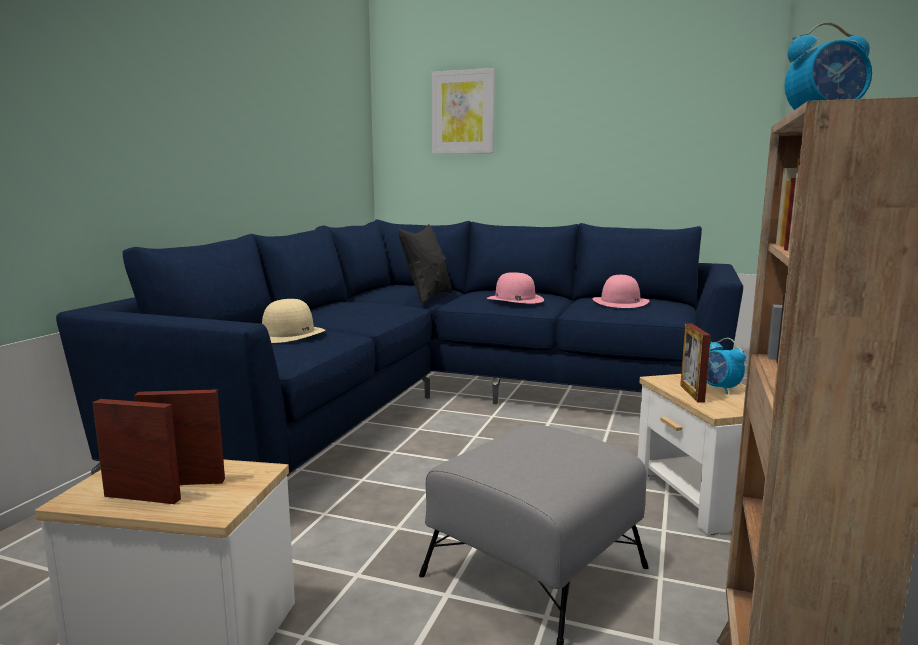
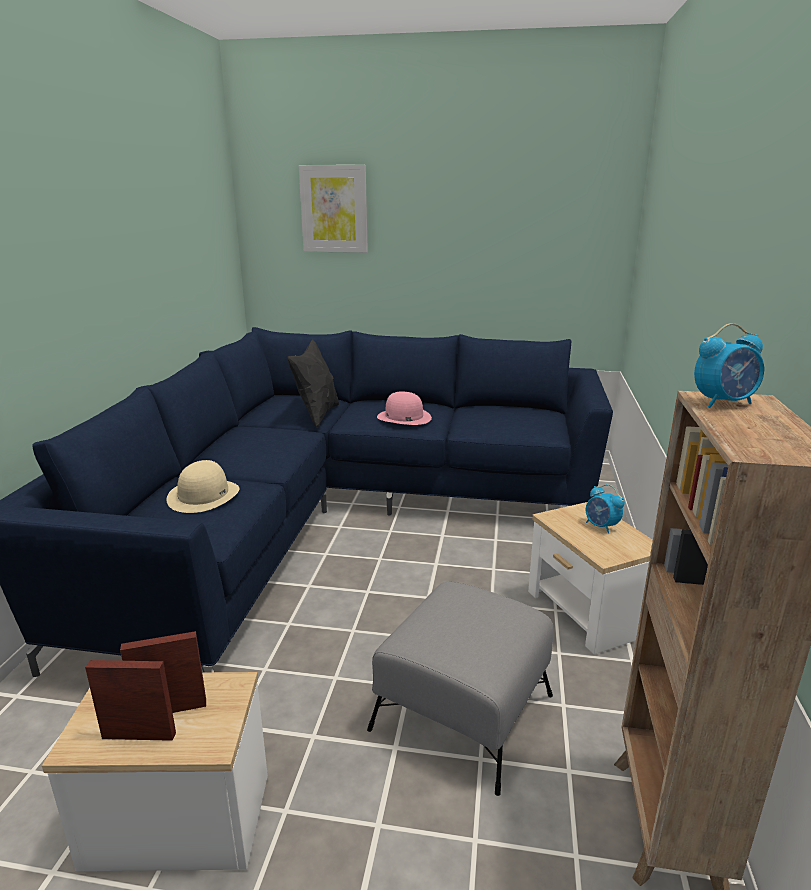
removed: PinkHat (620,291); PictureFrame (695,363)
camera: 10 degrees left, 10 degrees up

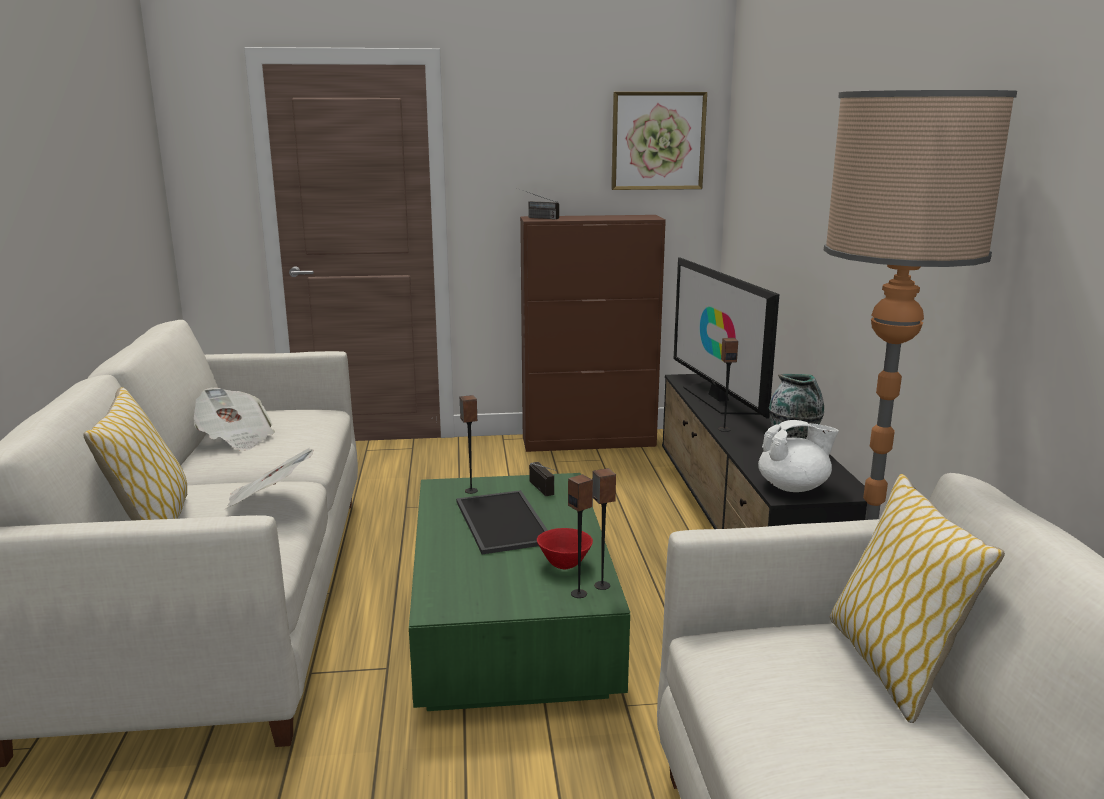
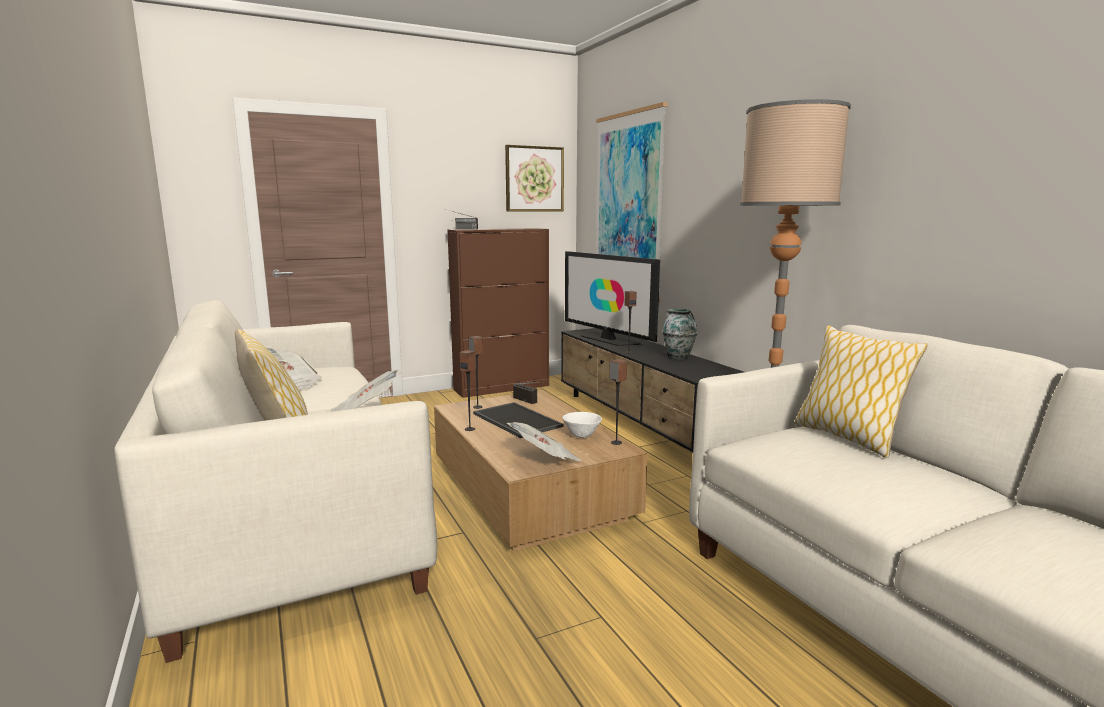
removed: WhiteTeapot (798,456)
added: Newspaper (544,441); Picture (632,202)
moved: Speaker (580,536) to (468,390)
recoloured: GreenCoffeeTable (519,592) to BrownCoffeeTable (540,470); RedBowl (565,548) to WhiteBowl (582,425)
camera: 20 degrees left, 5 degrees down

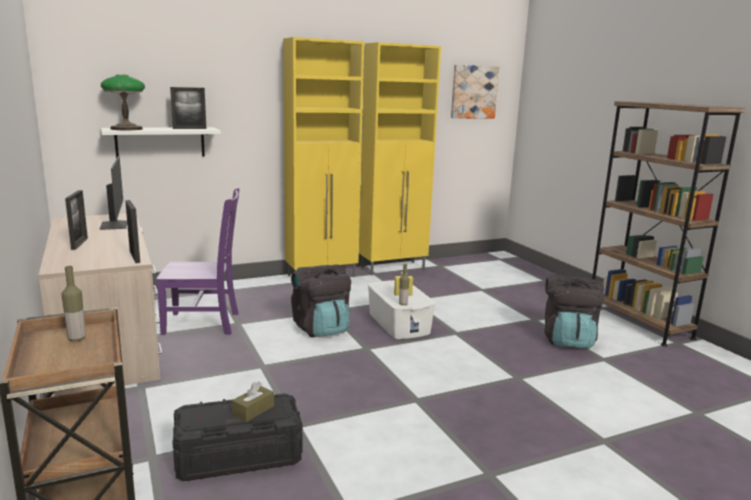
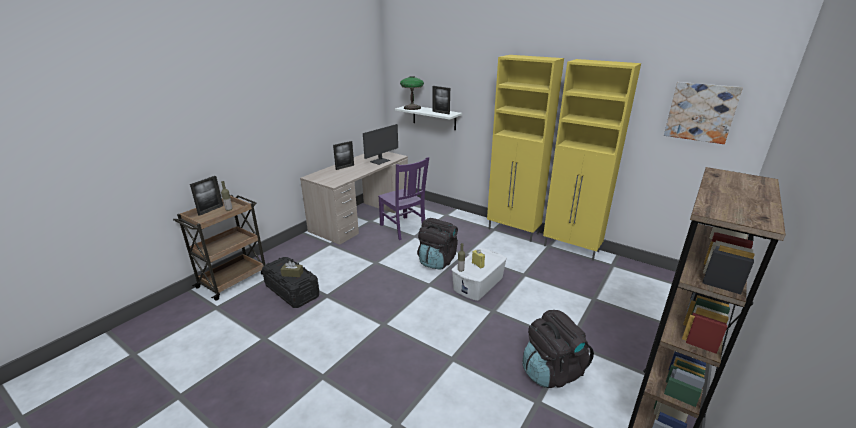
moved: PictureFrame (132,231) to (206,196)
camera: 60 degrees right, 10 degrees up

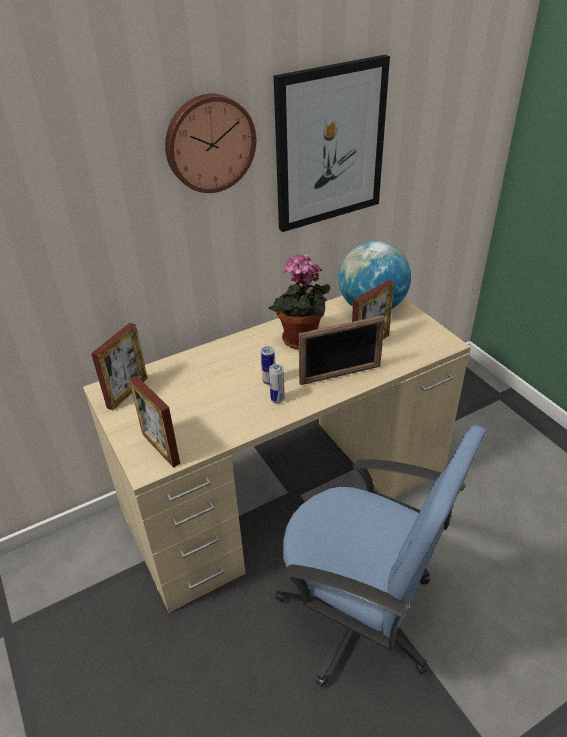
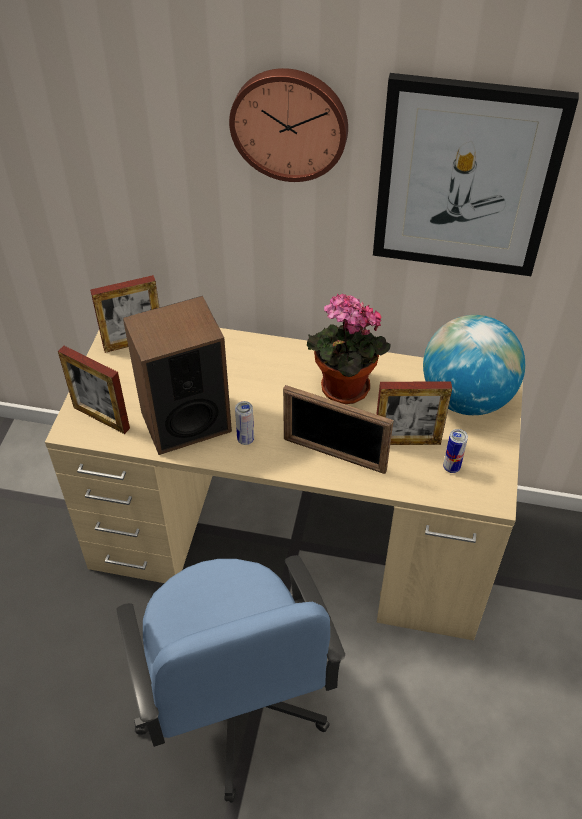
added: Speaker (177,375)
moved: Can (268,365) to (455,451)
turned: PictureFrame (154,421) = (94,390) 60 degrees counterclockwise
camera: 40 degrees right, 10 degrees up

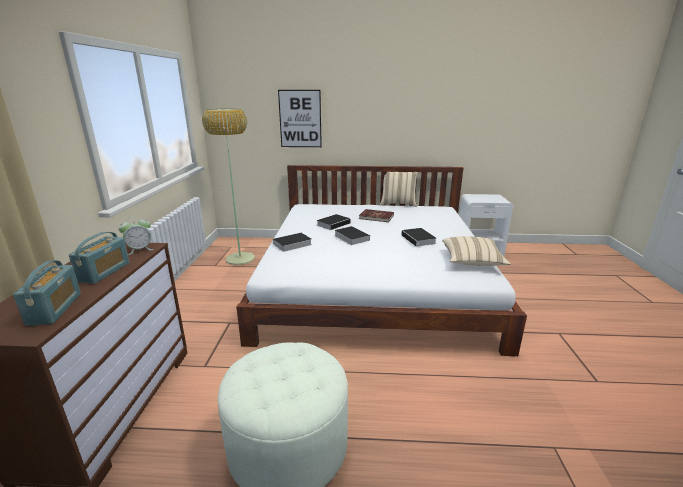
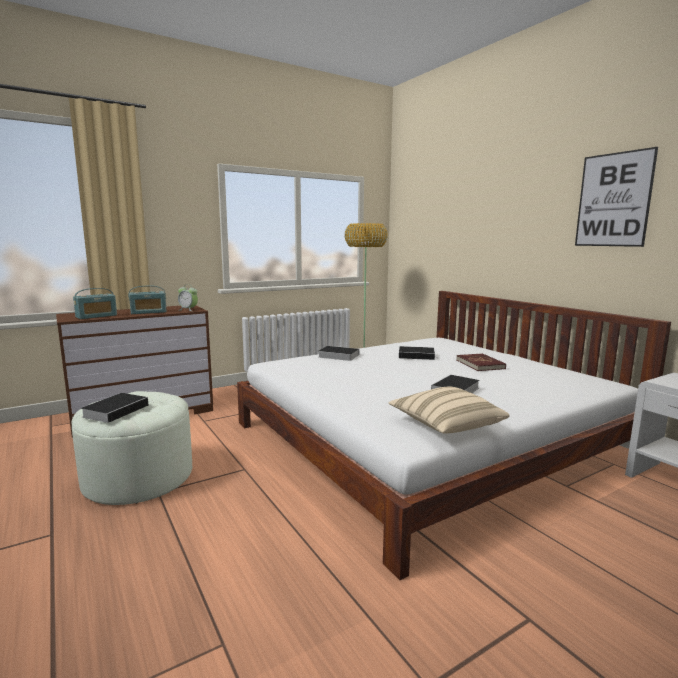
removed: BeigePillow (399,189)
moved: Picture (300,118) to (616,197); Book (352,235) to (114,408)
camera: 55 degrees right, 10 degrees down

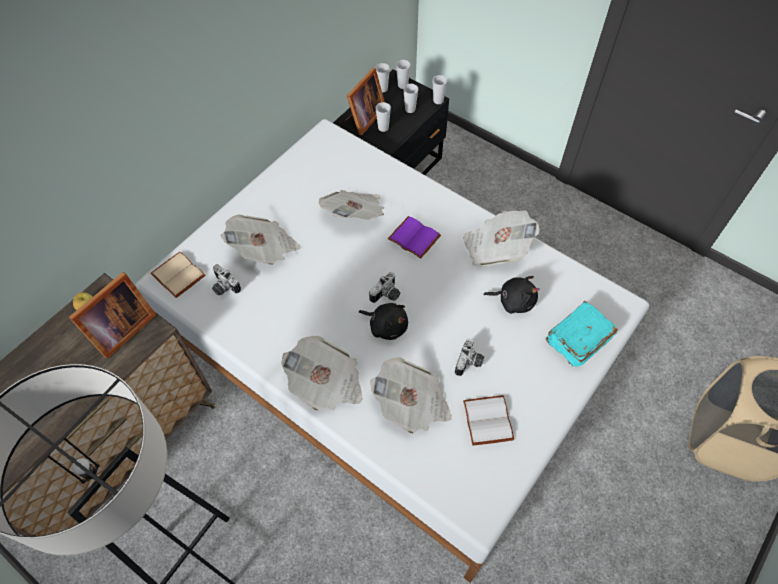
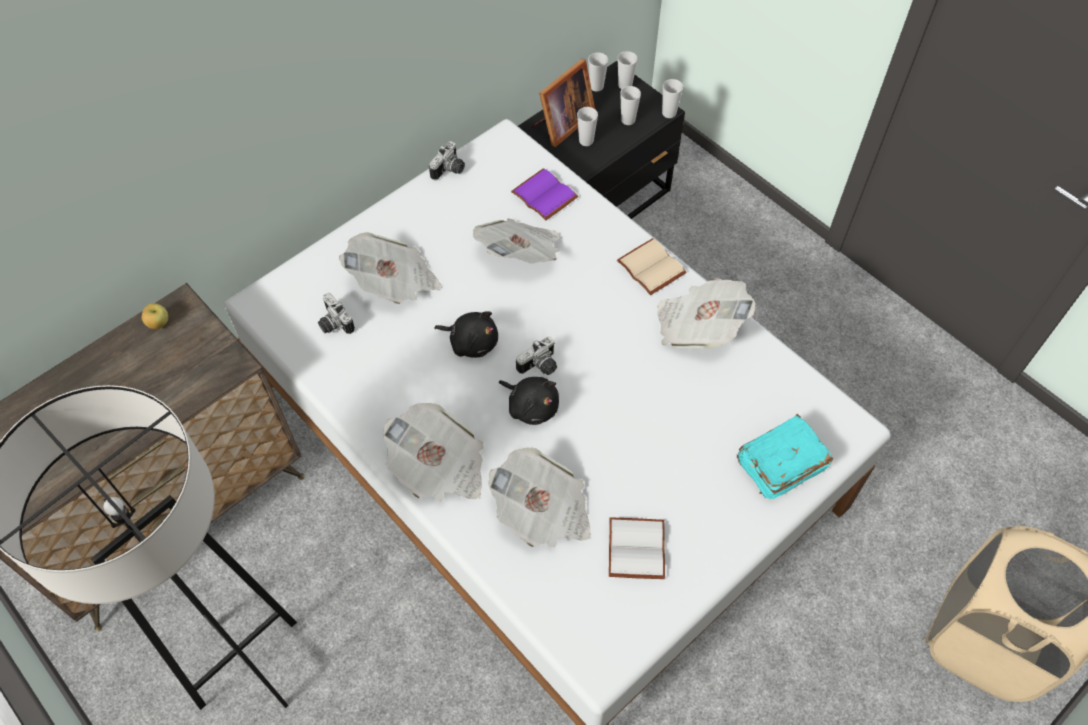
removed: PictureFrame (112,315)
moved: BeigeBook (177,275) to (652,266); PurpleBook (414,237) to (544,194); PhotoCamera (469,357) to (447,160); BlackPlushToy (511,295) to (466,335)
camera: 10 degrees right, 0 degrees up

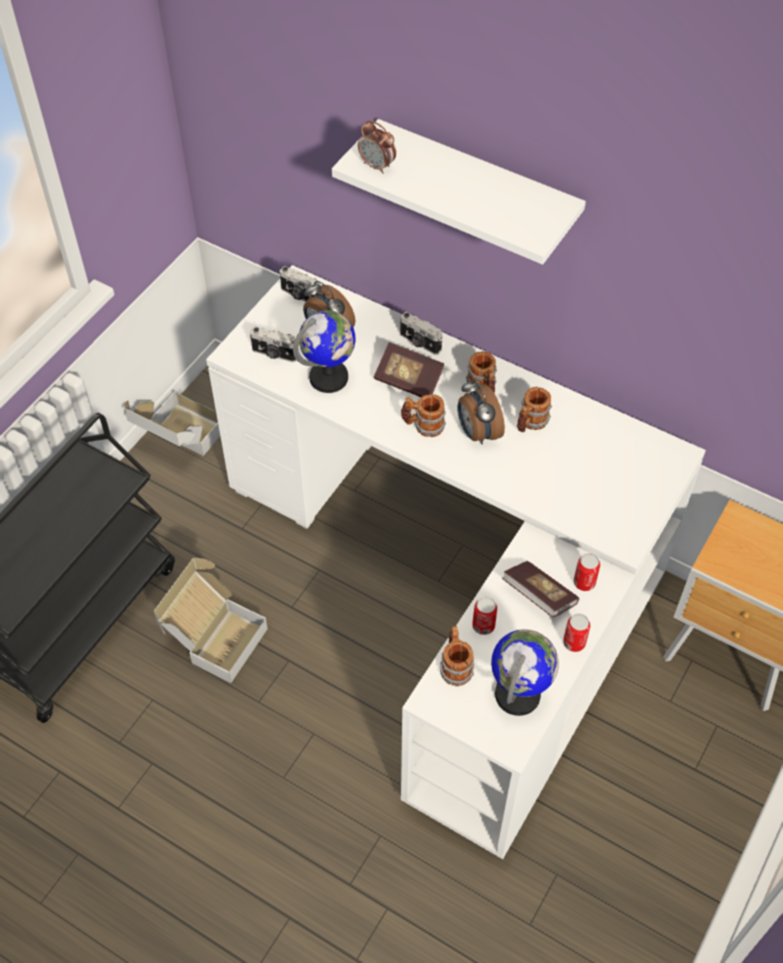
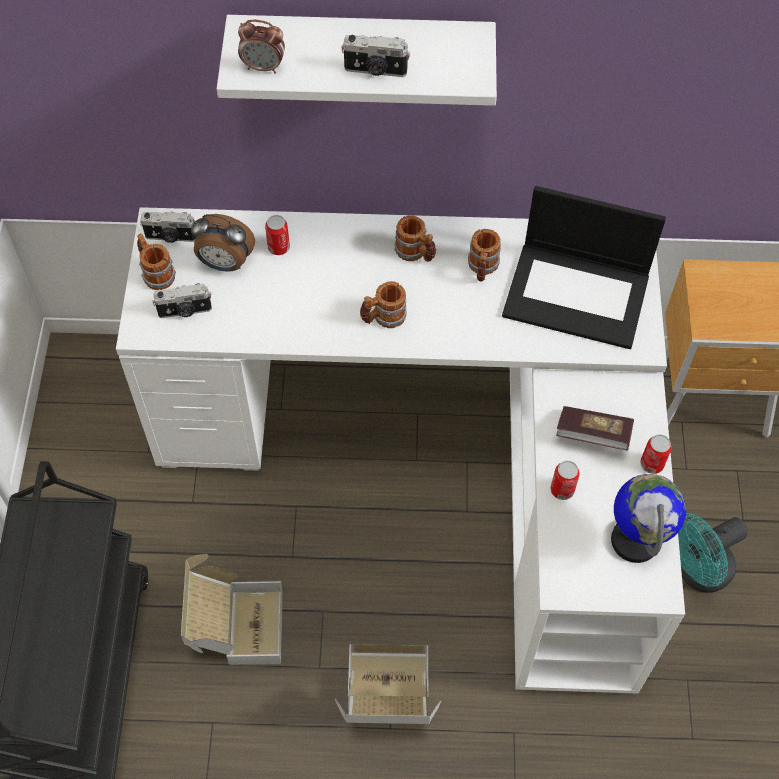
removed: Globe (324,351); Book (409,369); AlarmClock (481,412)
added: Laptop (584,267); TurquoiseFan (713,553)
moved: CardboardBox (172,423) to (388,684); PhotoCamera (421,333) to (375,56); Mug (457,656) to (156,262); Can (587,572) to (277,235)
camera: 30 degrees left, 5 degrees up

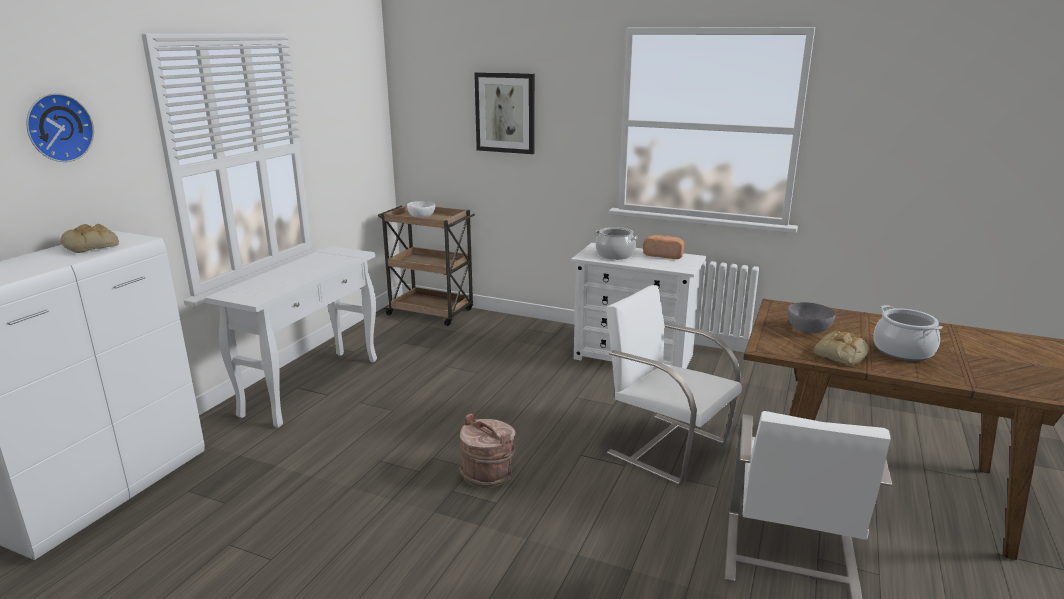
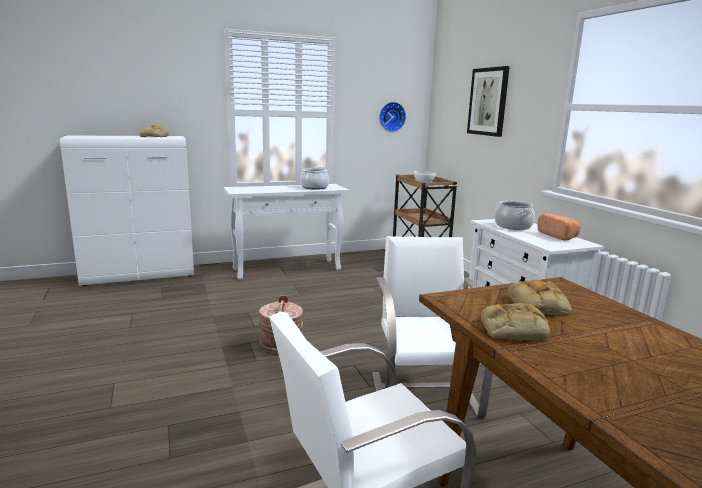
moved: WallClock (60,127) to (392,117); CookingPot (908,333) to (314,178)
replaced: GreyBowl (811,317) to Bread (539,296)
camera: 45 degrees right, 5 degrees down

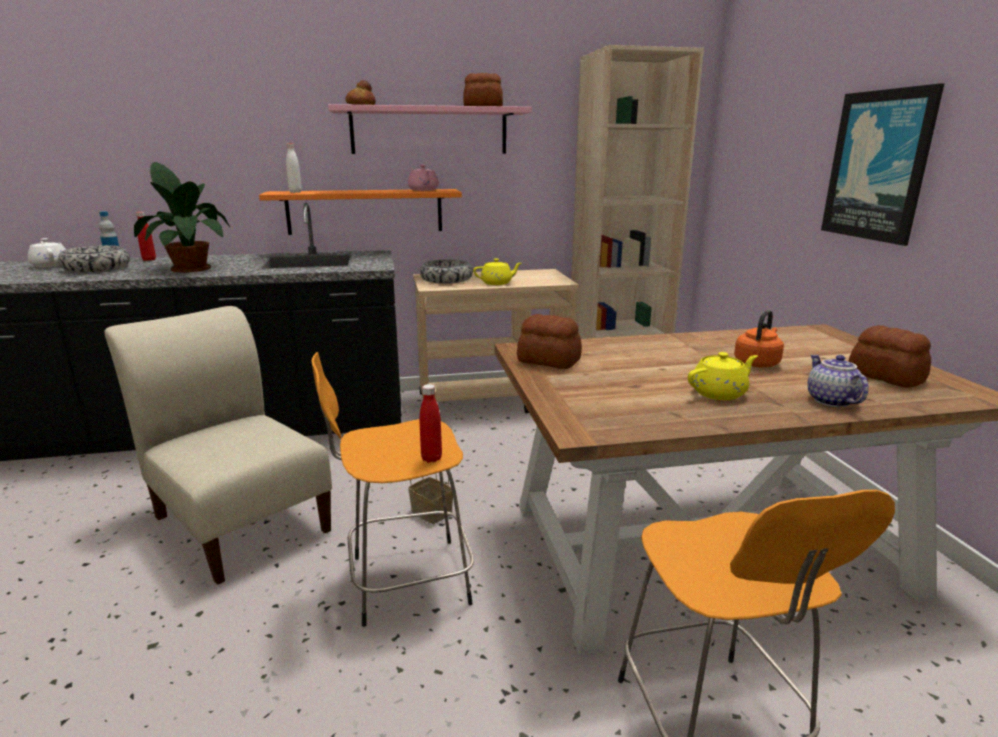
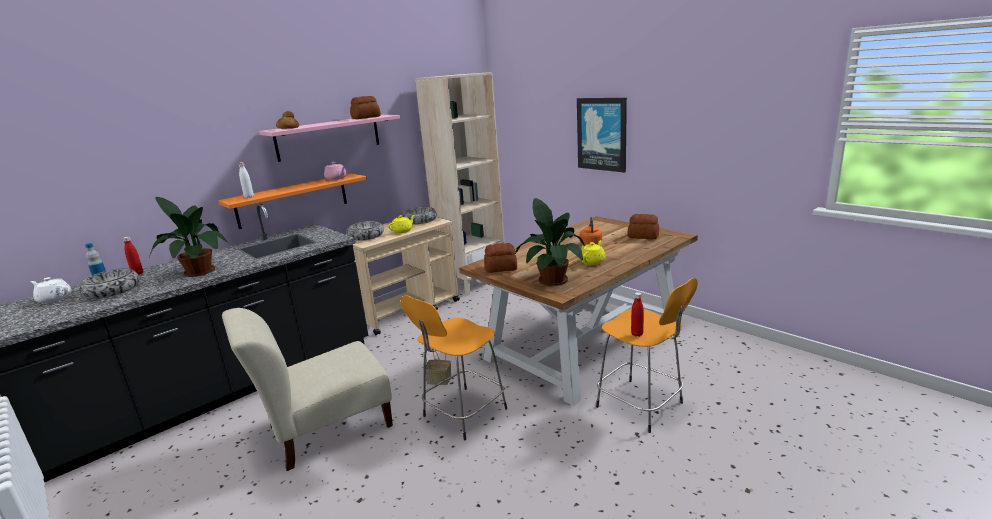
removed: Teapot (837,381)
added: Bowl (419,215); PottedPlant (550,242)
moved: RedBottle (430,423) to (637,314)
turned: BeigeChair (218,445) = (307,389) 45 degrees counterclockwise
camera: 30 degrees left, 0 degrees up

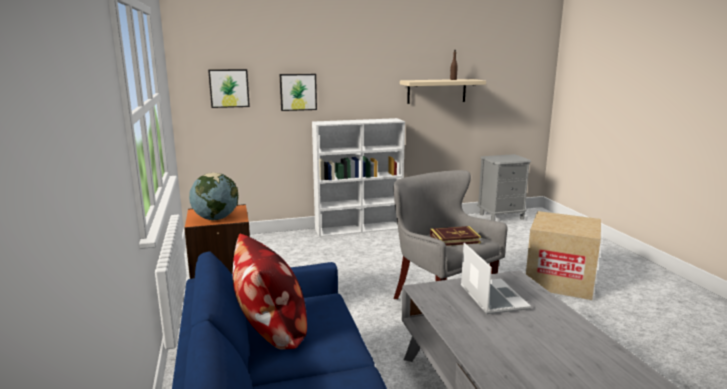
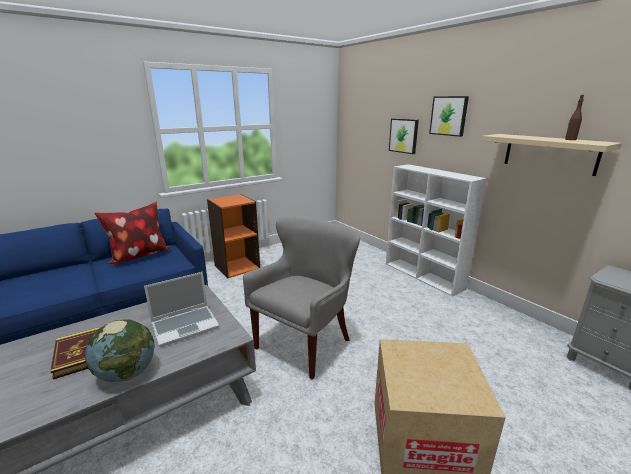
moved: Globe (213,197) to (120,351); Picture (229,88) to (449,116); Book (455,236) to (74,353)
camera: 70 degrees right, 5 degrees up

